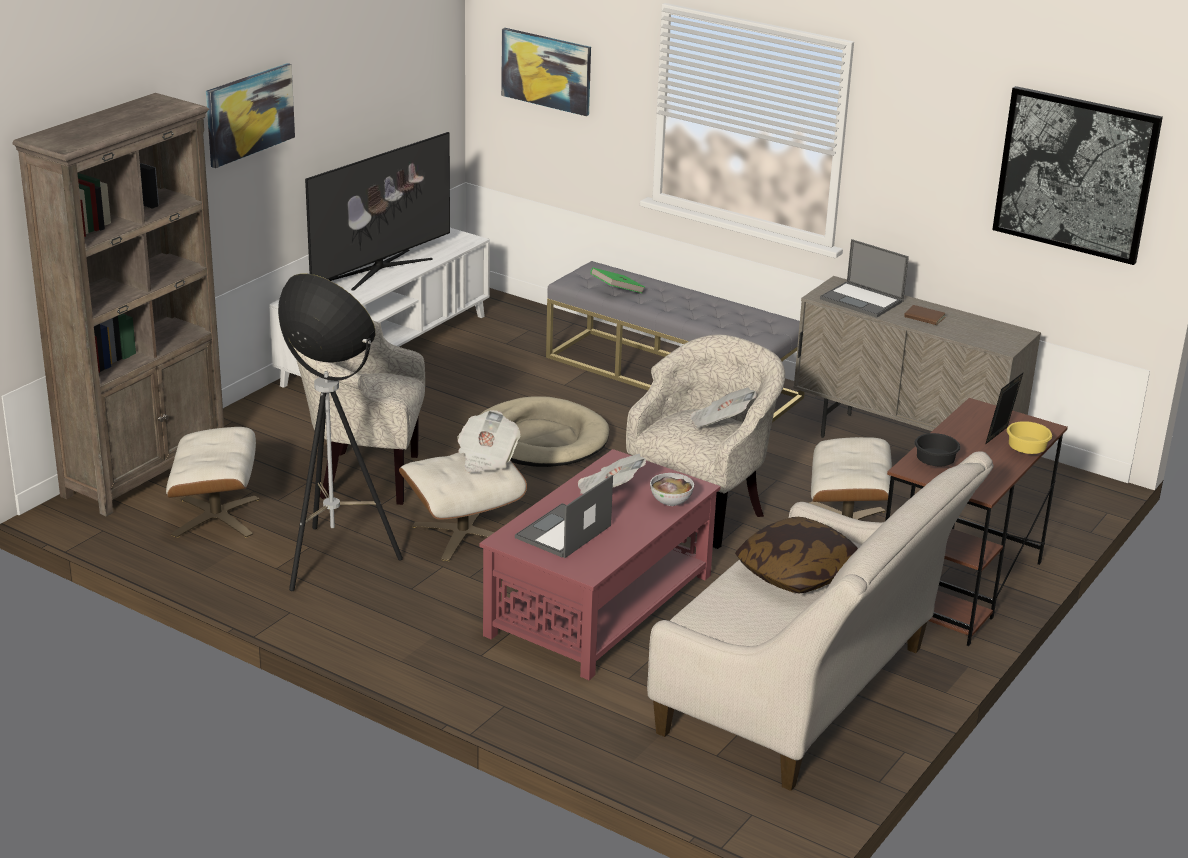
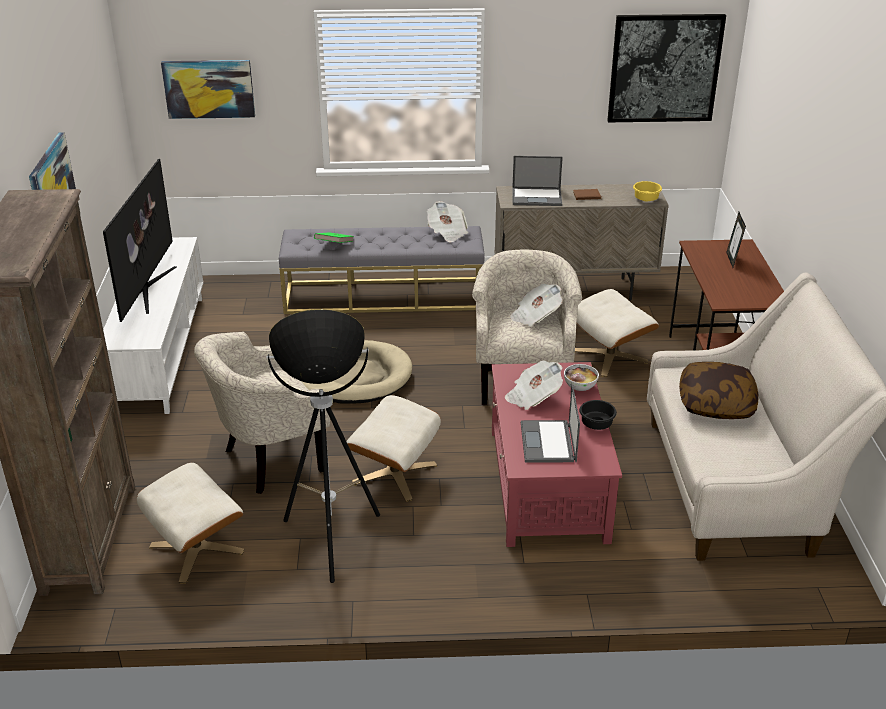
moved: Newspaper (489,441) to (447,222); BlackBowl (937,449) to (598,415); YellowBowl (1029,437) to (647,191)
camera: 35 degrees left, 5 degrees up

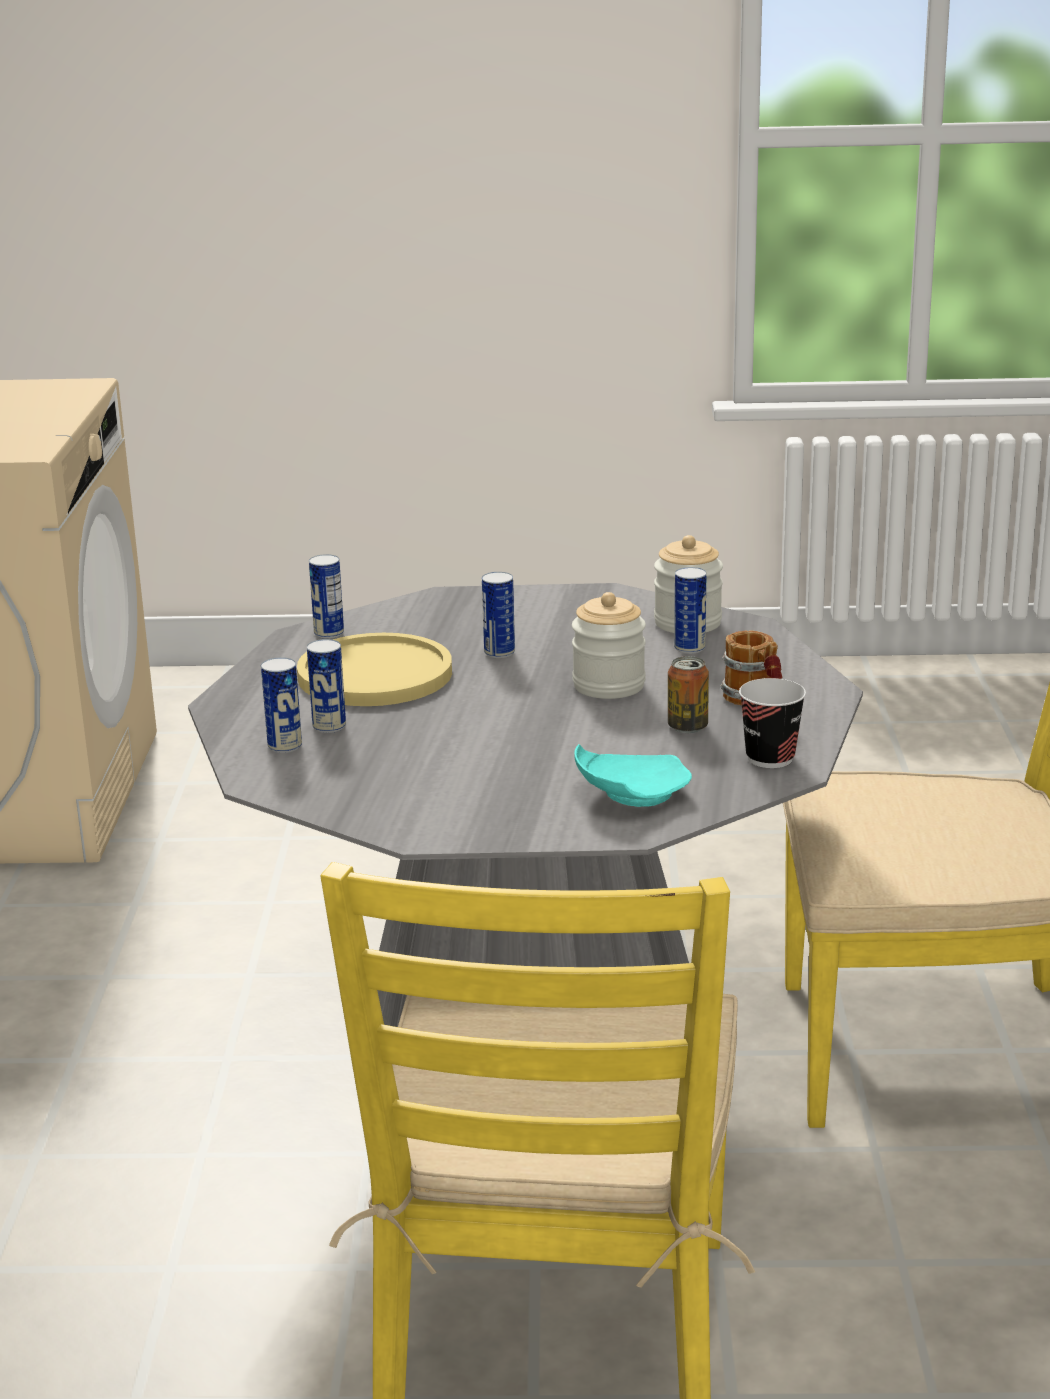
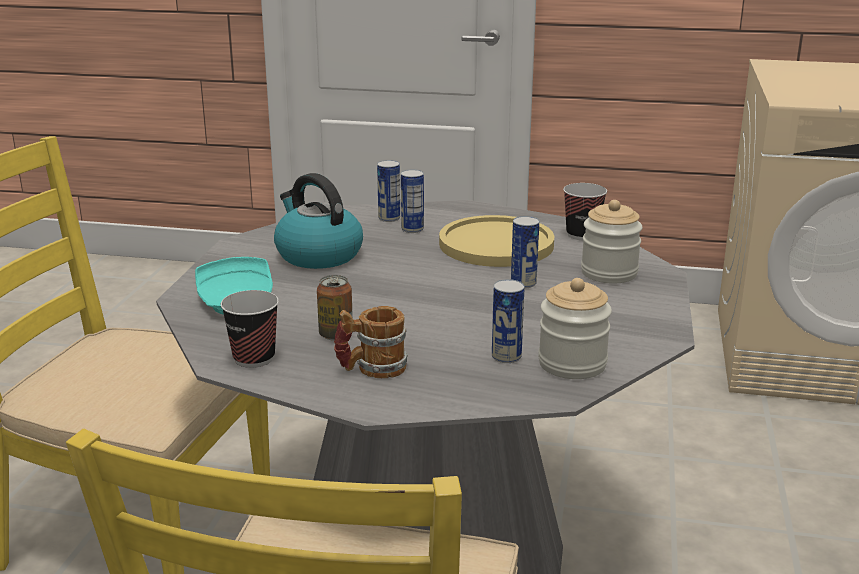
added: Kettle (318,221)
moved: Jar (609,645) to (612,242)
replaced: Can (326,596) to Cup (585,211)
camera: 100 degrees right, 0 degrees up

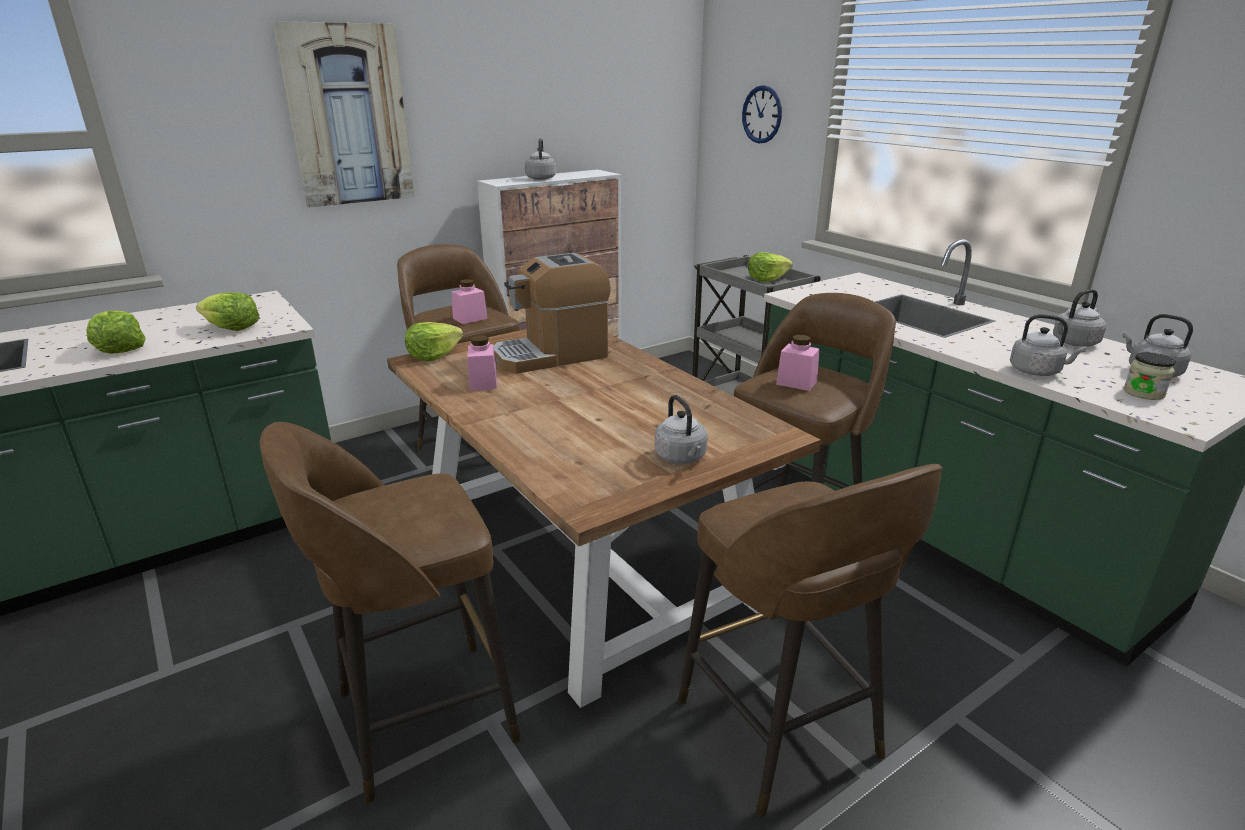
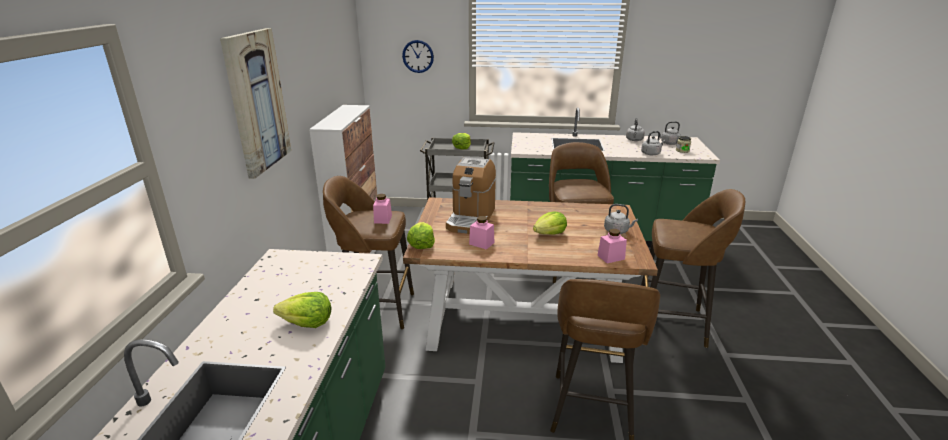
removed: GreyKettle (540,159)
moved: Lettuce (227,311) to (550,223); PinkJar (798,363) to (612,246)
camera: 50 degrees left, 0 degrees up

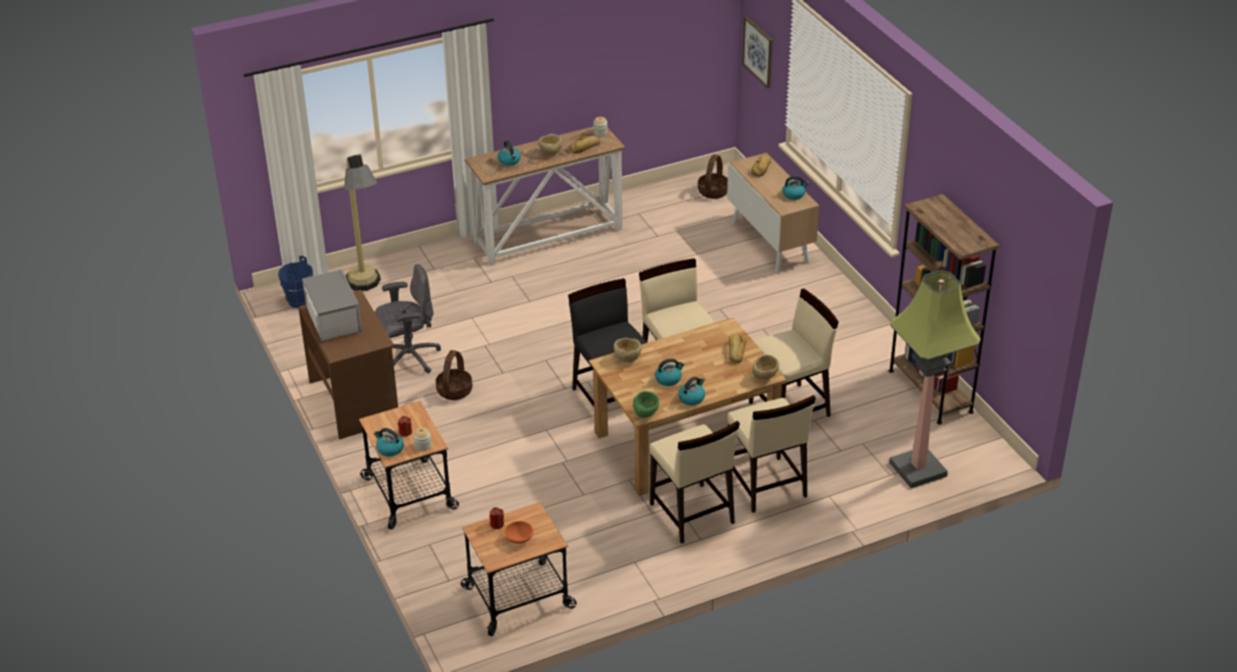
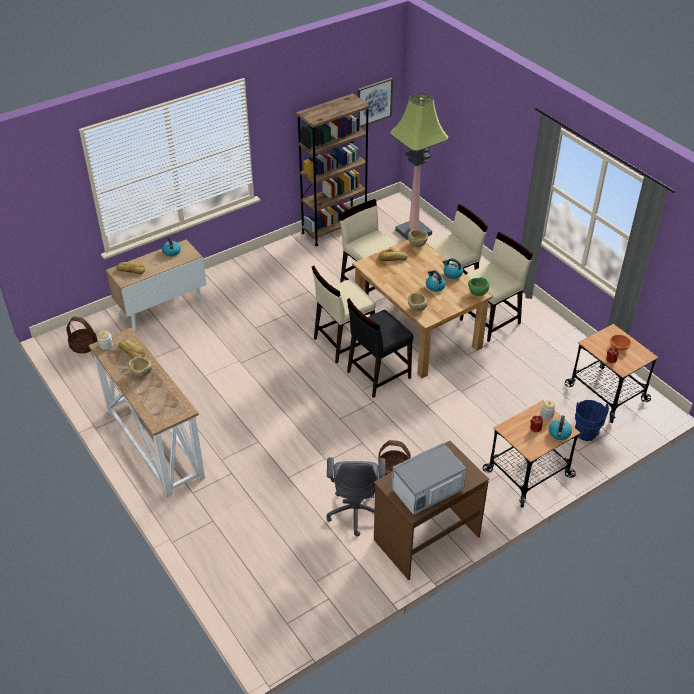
removed: FloorLamp (362,223); Kettle (509,153)
moved: BlueBucket (295,282) to (592,420); Picture (757,52) to (375,102)
turned: GreyOfficeChair (408,318) = (356,497) 150 degrees counterclockwise
camera: 100 degrees left, 5 degrees up

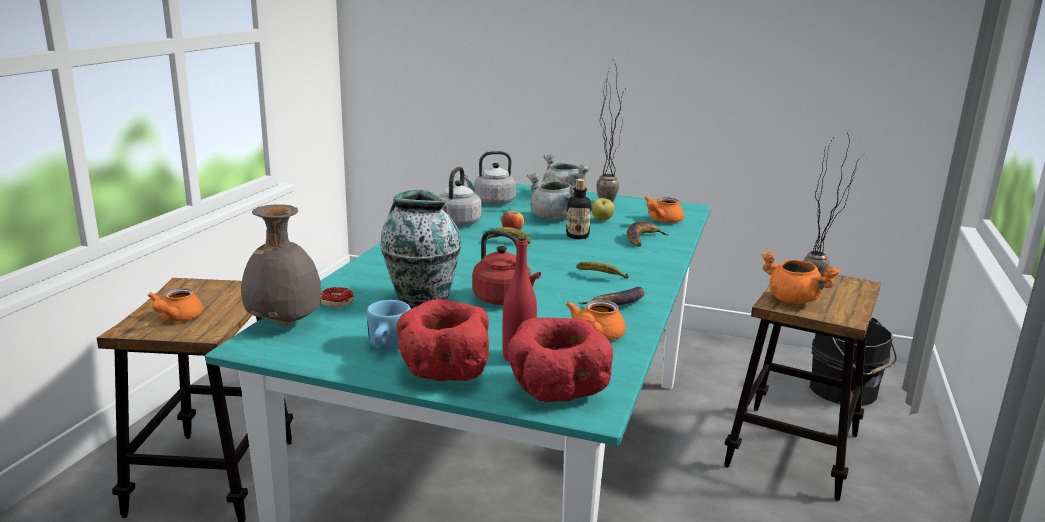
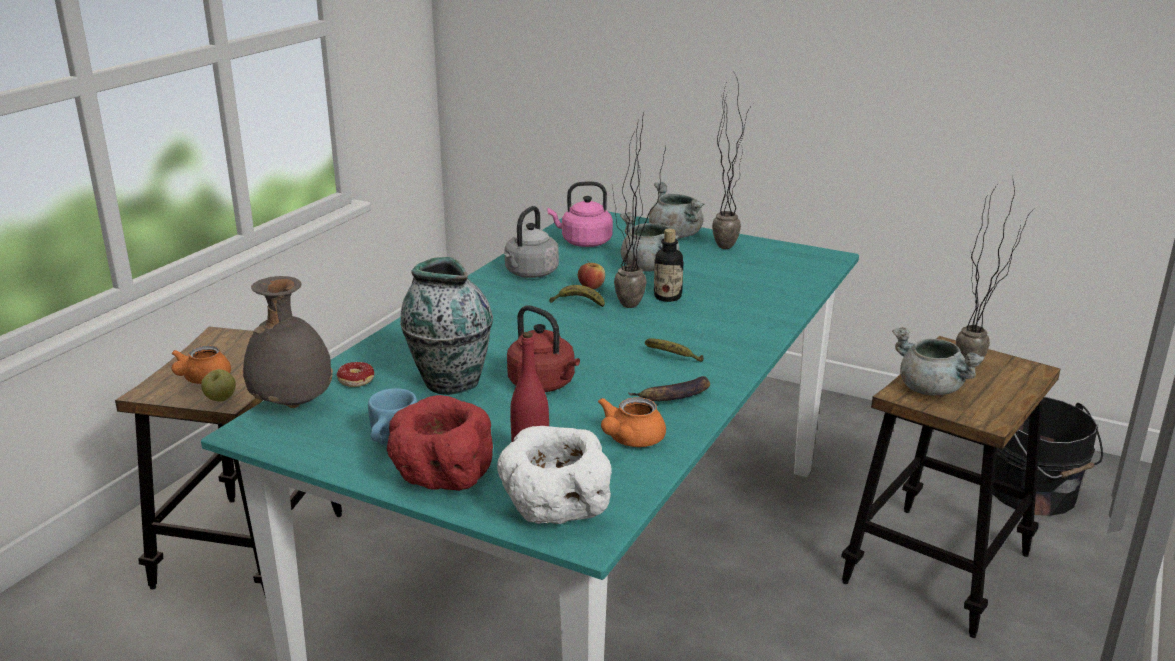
removed: Banana (648,234); OrangeTeapot (664,209)
added: PottedPlant (639,210)
moved: Apple (603,209) to (218,385)
recoloured: GreyKettle (490,178) to PinkKettle (580,214); RedBowl (560,359) to WhiteBowl (554,475); OrangeCookingPot (800,278) to GreyCookingPot (938,361)
camera: 10 degrees right, 5 degrees up

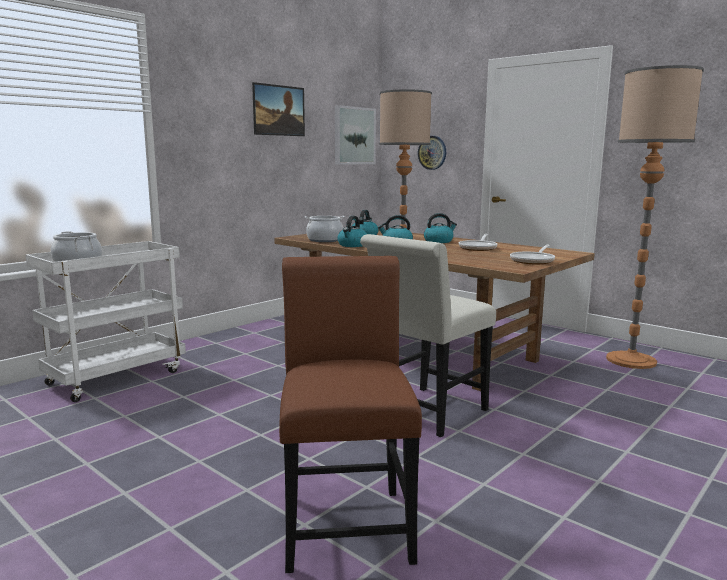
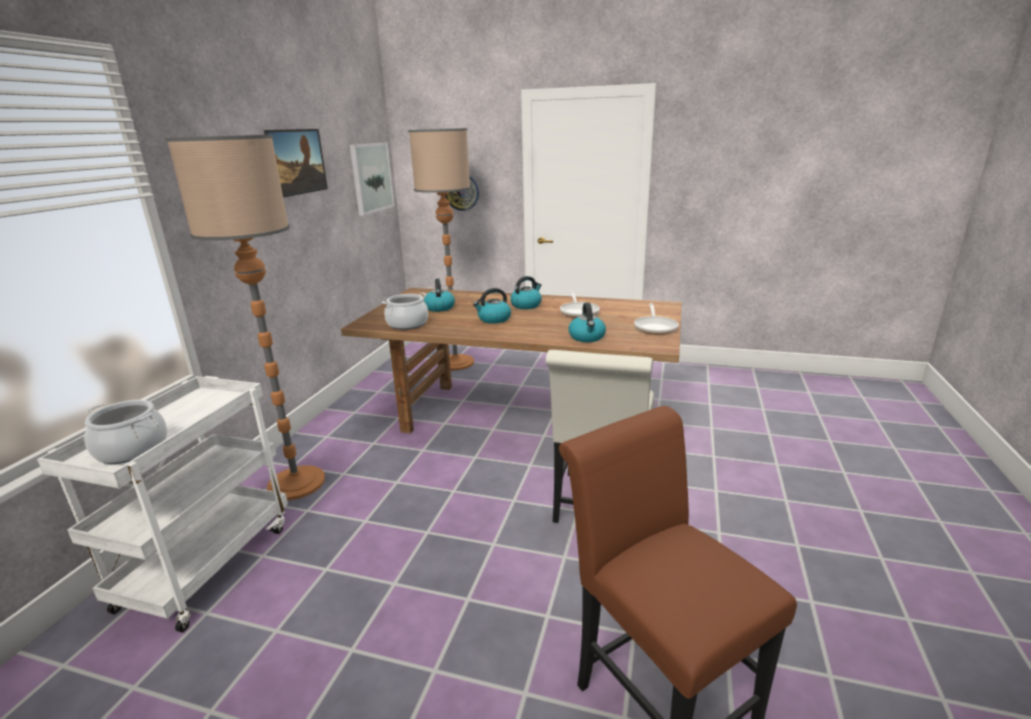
moved: Kettle (352,231) to (587,322); FloorLamp (655,217) to (245,317)
camera: 25 degrees left, 10 degrees up

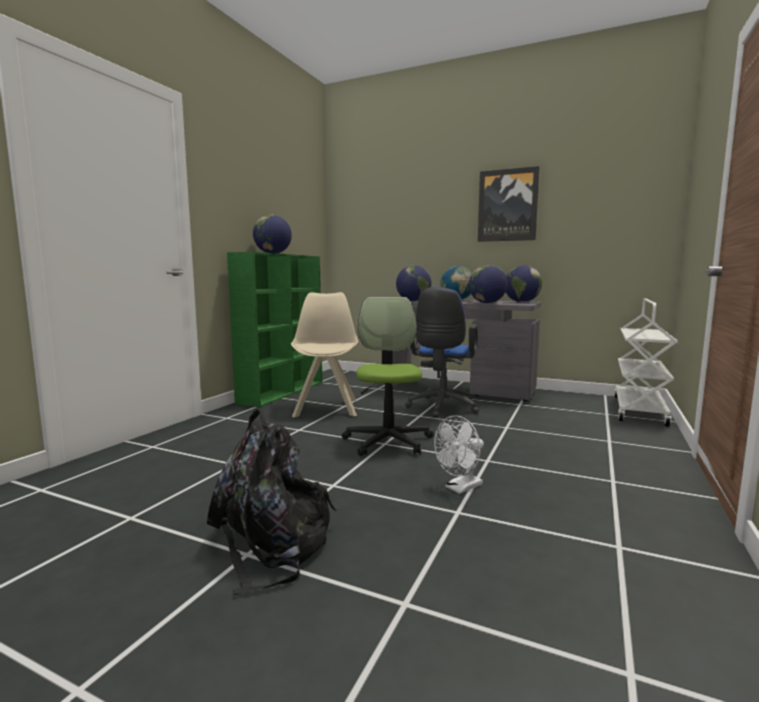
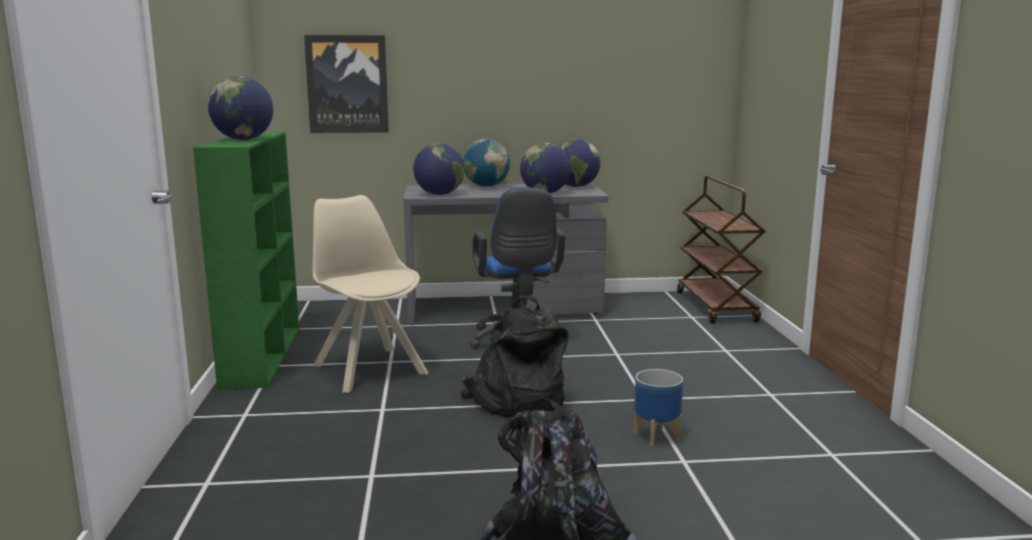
moved: Picture (508,204) to (346,84)
replaced: OfficeChair (388,376) to BlackBackpack (514,356); WhiteFan (459,454) to Planter (658,408)
recoloured: WhiteCart (646,362) to BrownCart (721,250)
camera: 30 degrees left, 5 degrees up

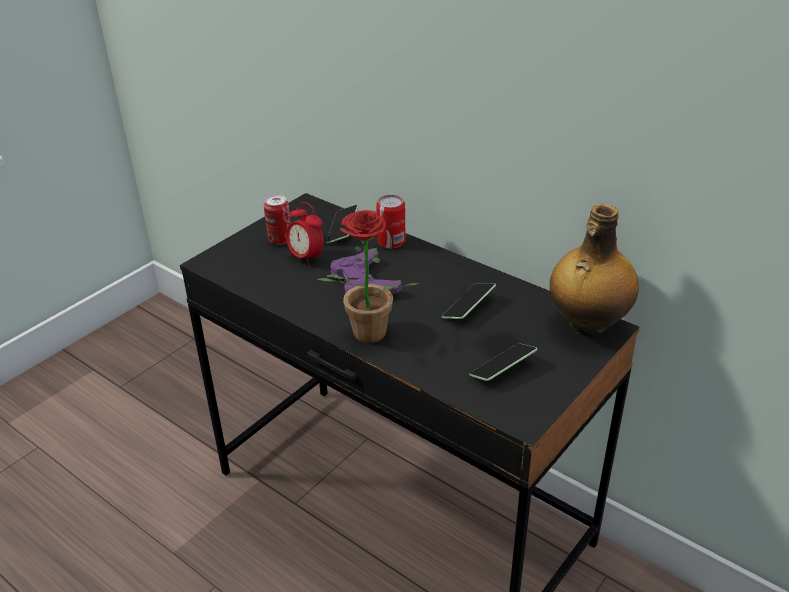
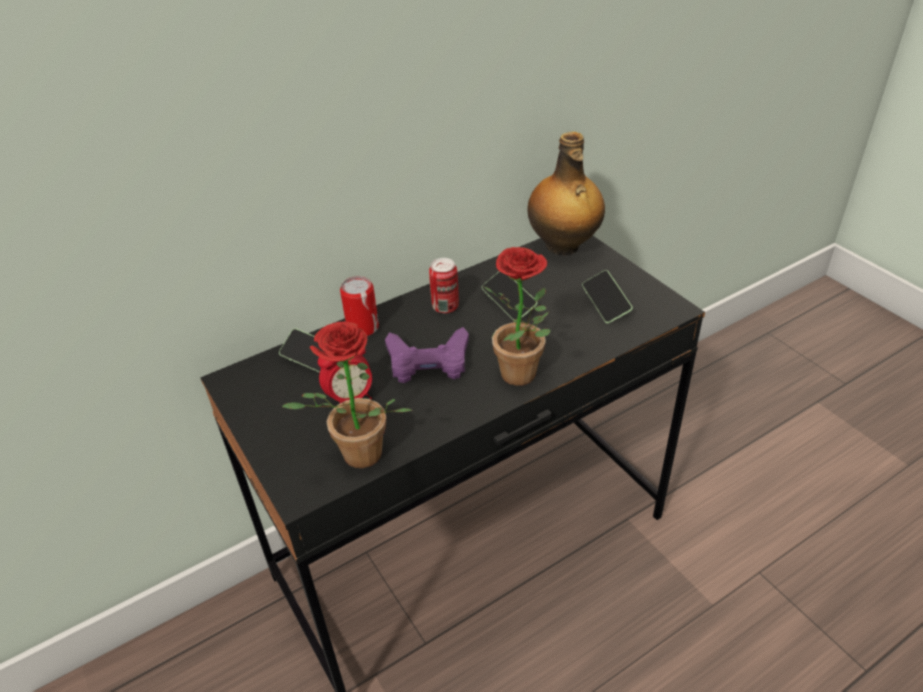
added: PottedPlant (347,394)
moved: Can (277,220) to (444,285)
camera: 70 degrees left, 5 degrees up

